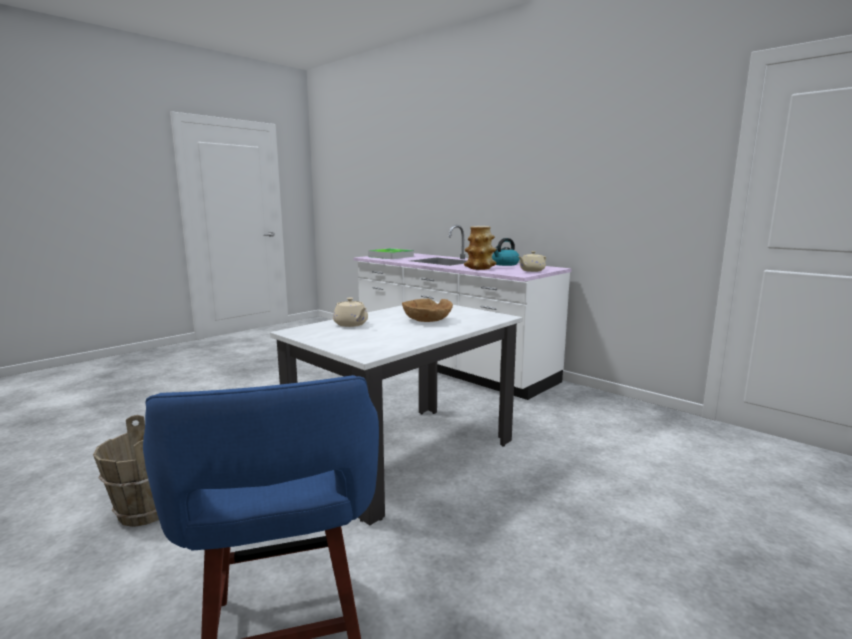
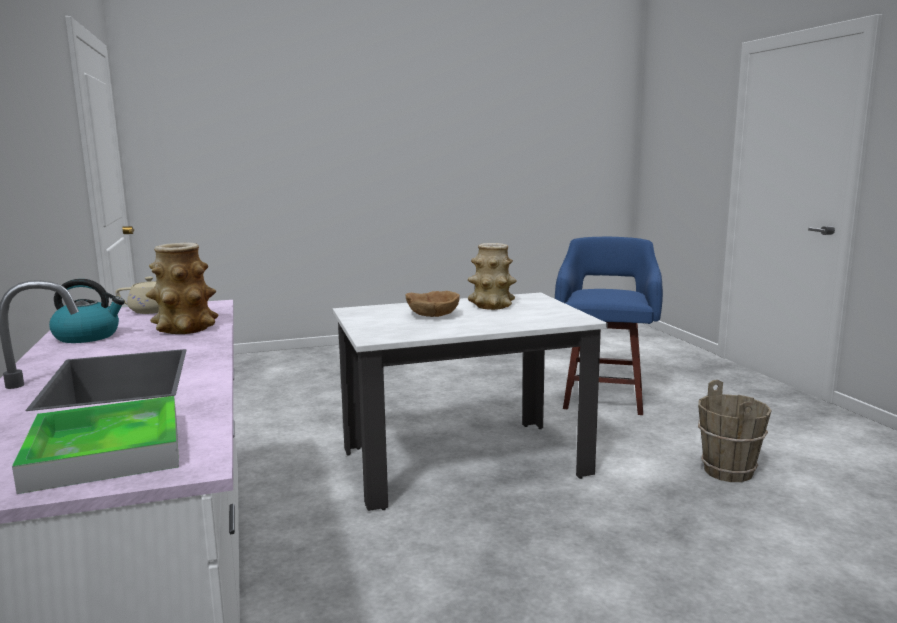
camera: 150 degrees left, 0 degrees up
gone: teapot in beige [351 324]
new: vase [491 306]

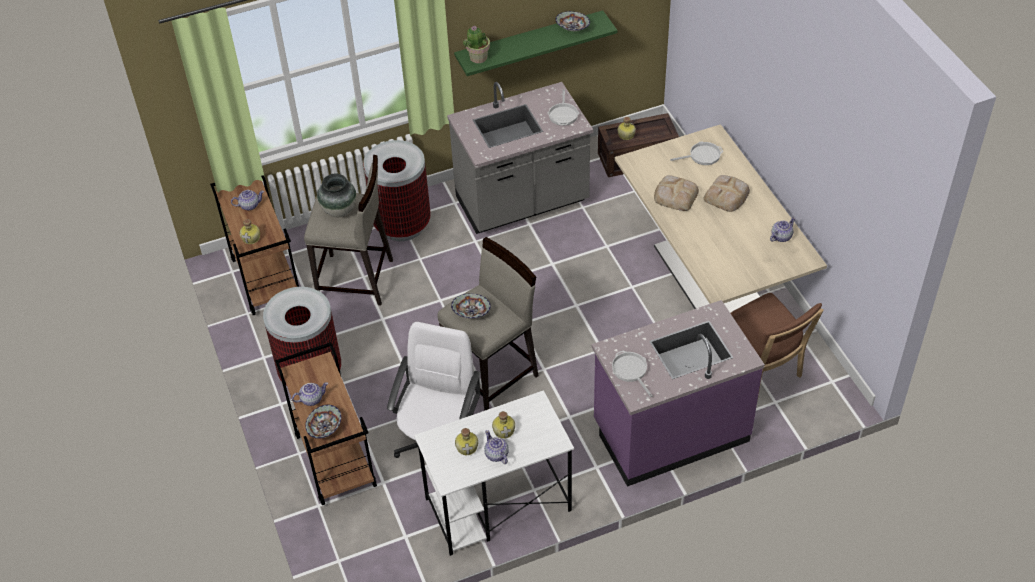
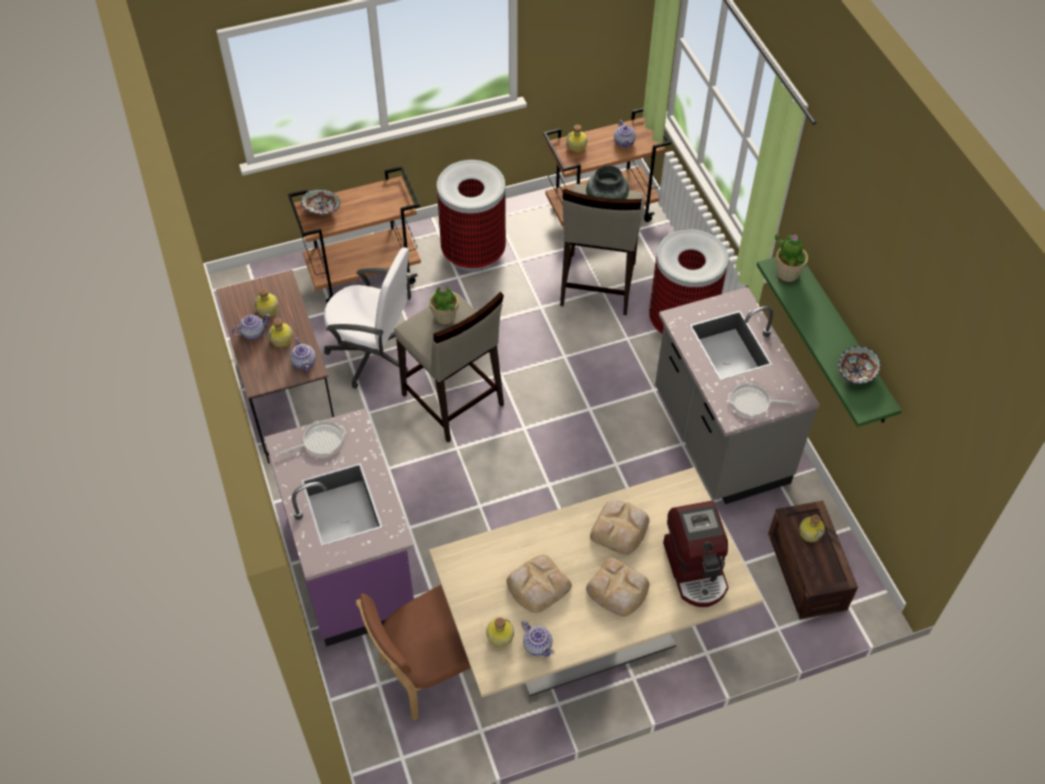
camera: 90 degrees right, 5 degrees up
new: bread [537 585]; bottle [499 637]
shifted: teapot [312 399] to [305 362]
swapped: frying pan [702 156] to coffee machine [696 569]; bowl [471 313] to potted plant [445 316]
repainted: desk in white [497 505] to desk in brown [287 400]

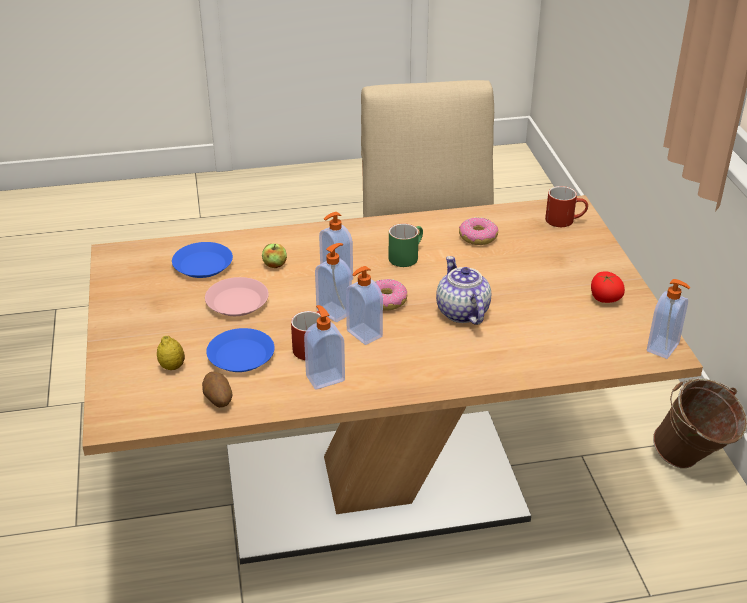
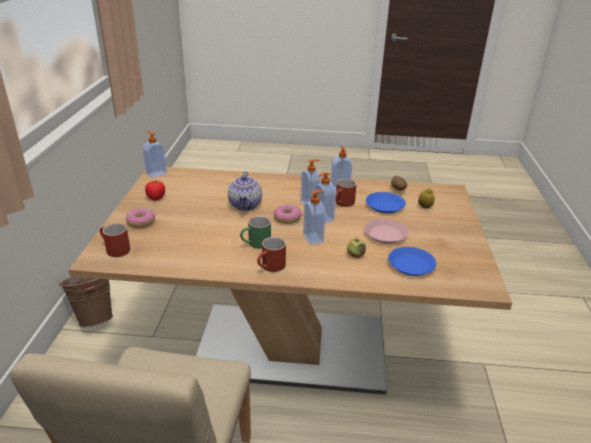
camera: 165 degrees left, 5 degrees down
new: mug in red [271 267]
shifted: donut [477 237] to [141 222]

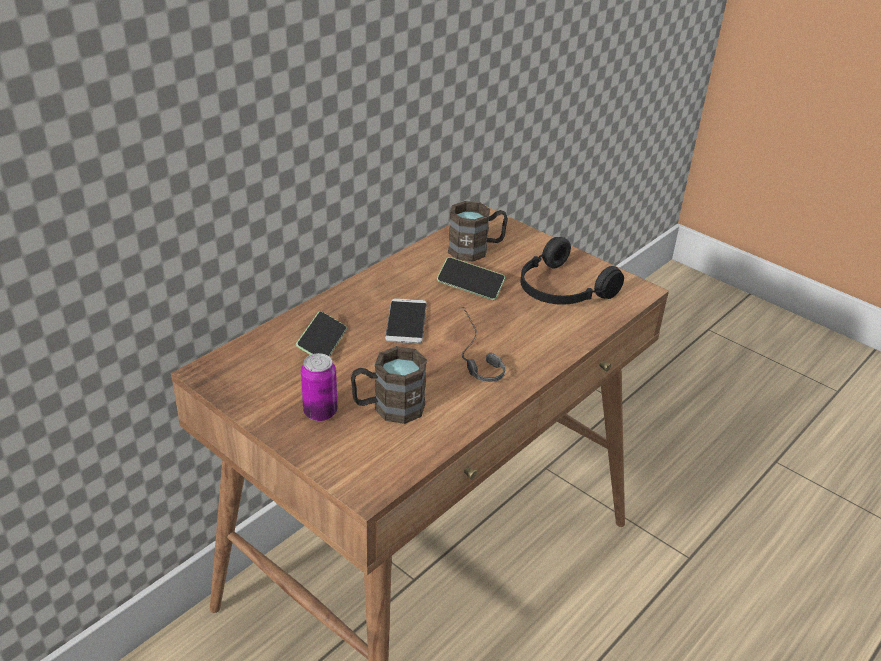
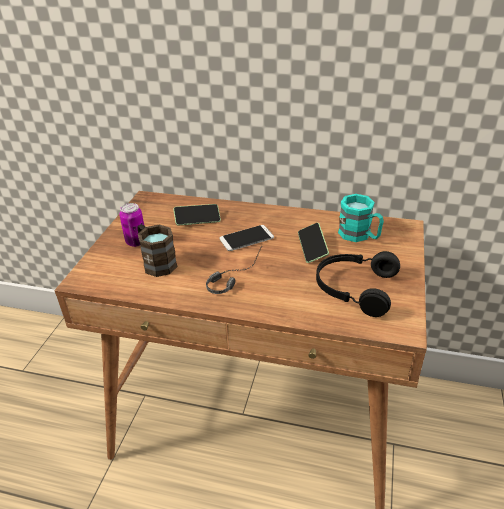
camera: 65 degrees right, 0 degrees up
repainted: mug in brown [476 249] to mug in turquoise [360 235]

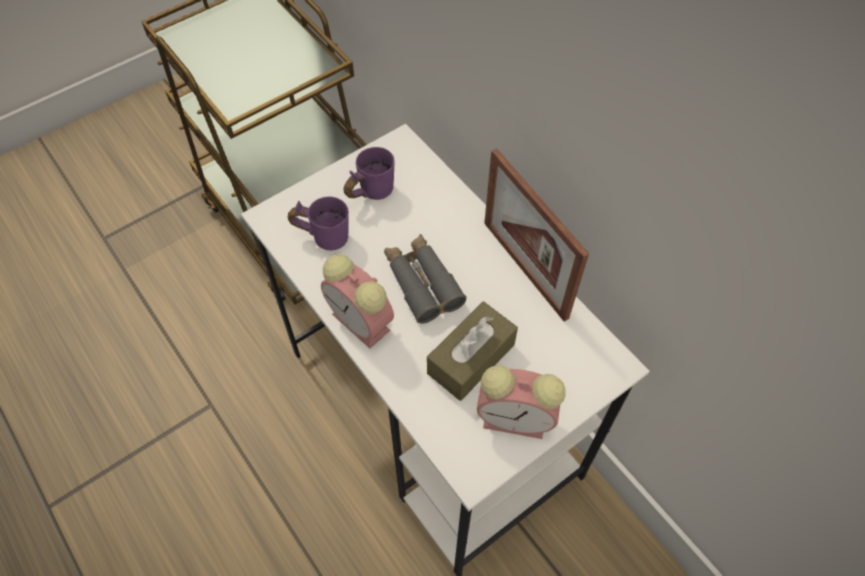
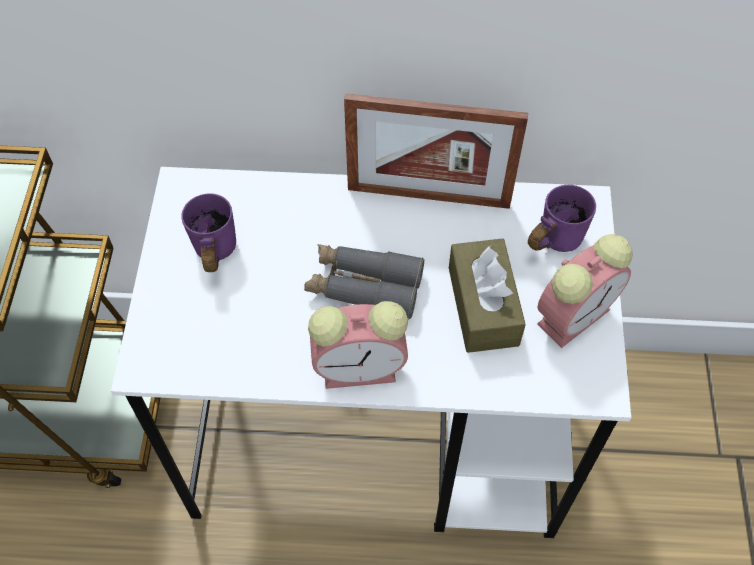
camera: 50 degrees left, 0 degrees up
shifted: mug in purple [324 234] to [550 239]

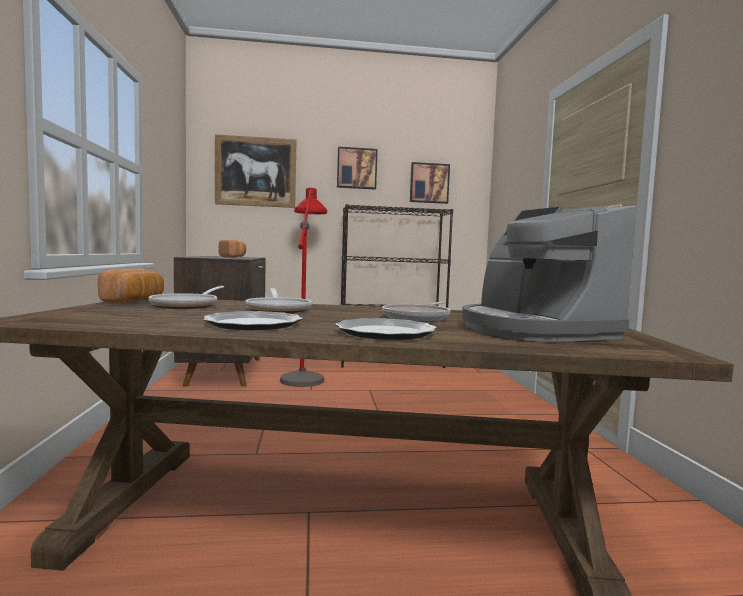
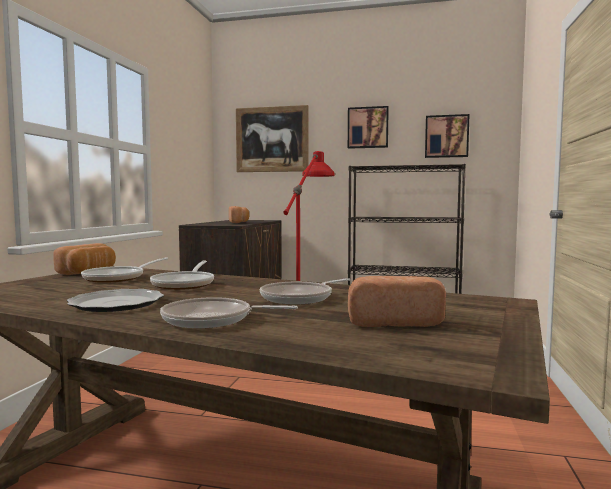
camera: 20 degrees right, 0 degrees up
swapped: coffee machine [533 330] to bread [392 322]; plate [386 333] to frying pan [212 320]

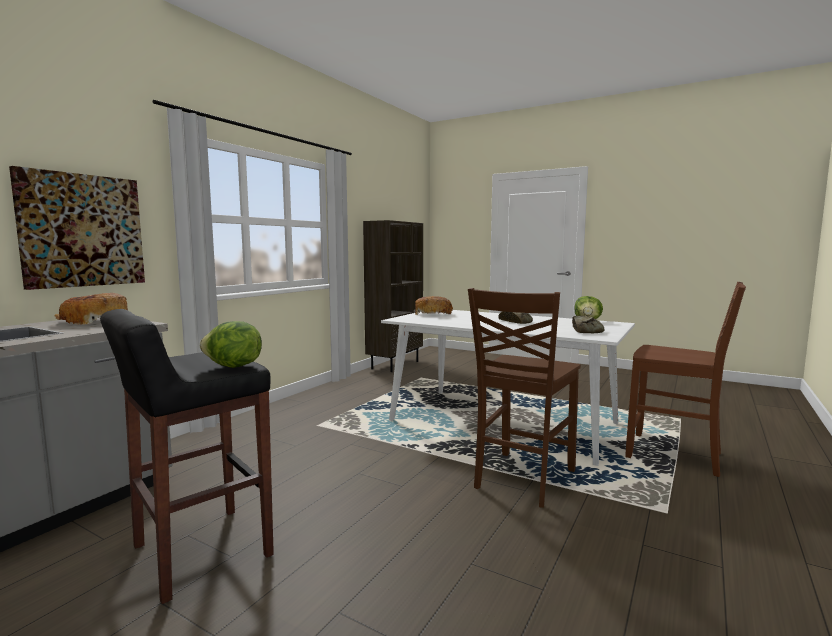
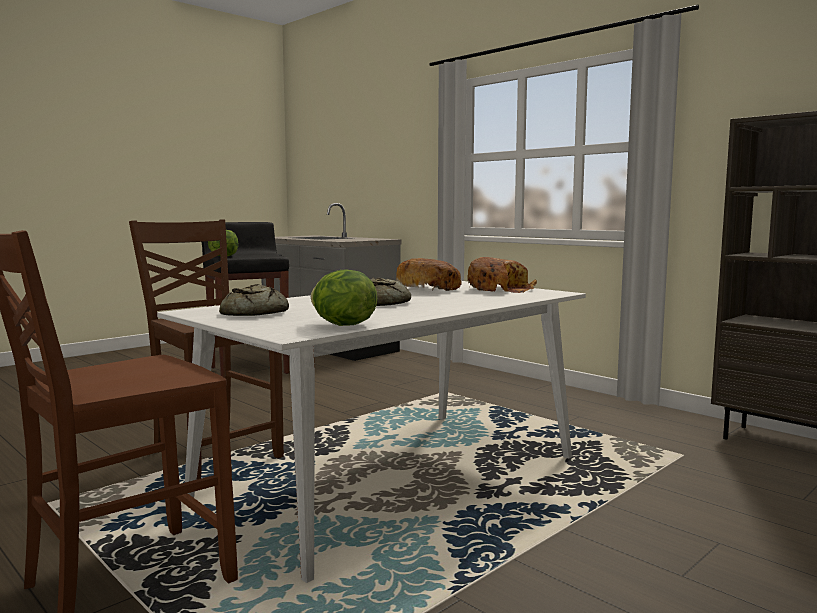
camera: 105 degrees right, 0 degrees up
gone: picture [82 230]
shifted: bread [94 321] to [427 289]

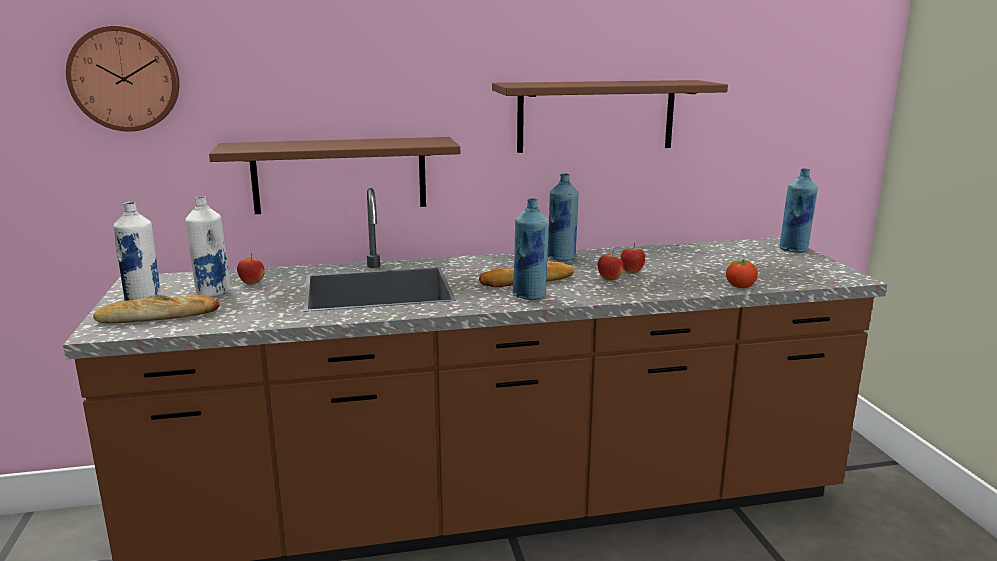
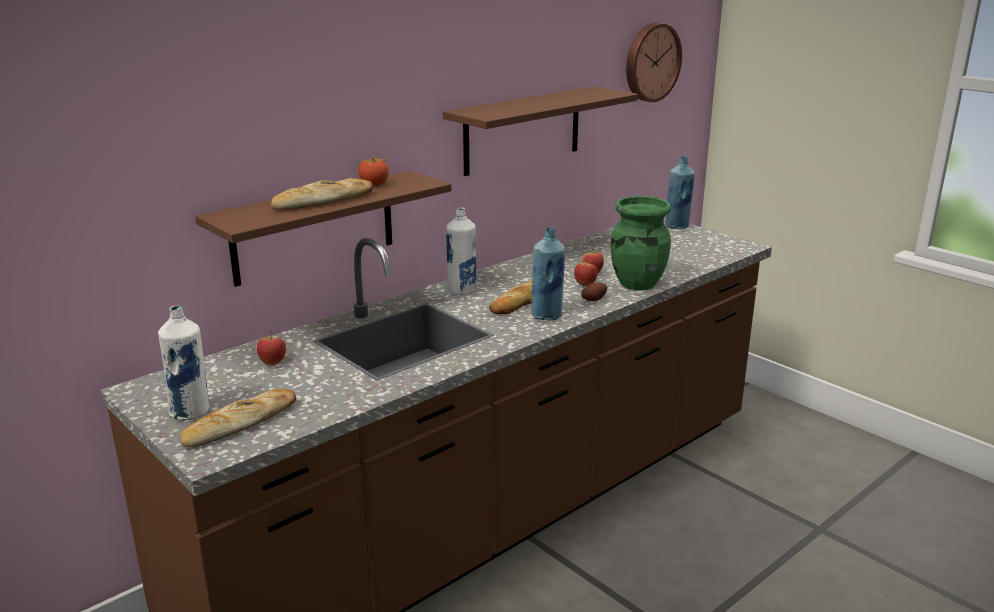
camera: 30 degrees left, 5 degrees up
gone: bottle in blue [561 258]
new: bread [323 201]; vase in green [636 284]; potato [593 299]
shifted: wall clock [125 78] to [650 62]; bottle in white [212 293] to [462 290]; tomato [740 286] to [374 184]

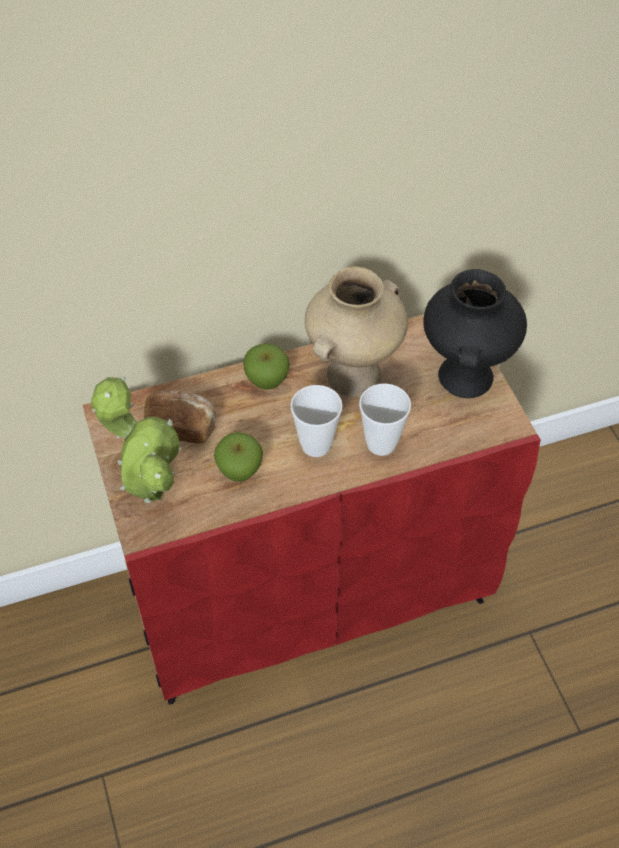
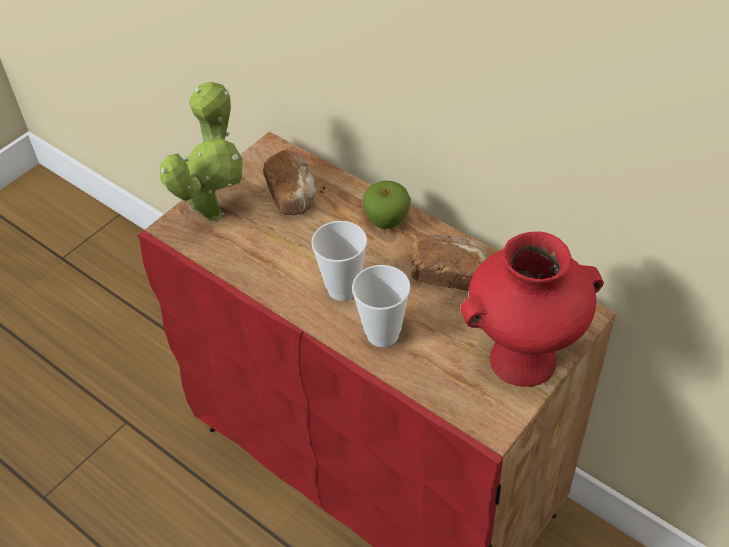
camera: 60 degrees right, 5 degrees down
gone: apple [240 471]
swapped: vase in beige [353 373] to bread [447 274]
repainted: vase in black [464 375] to vase in red [523 358]

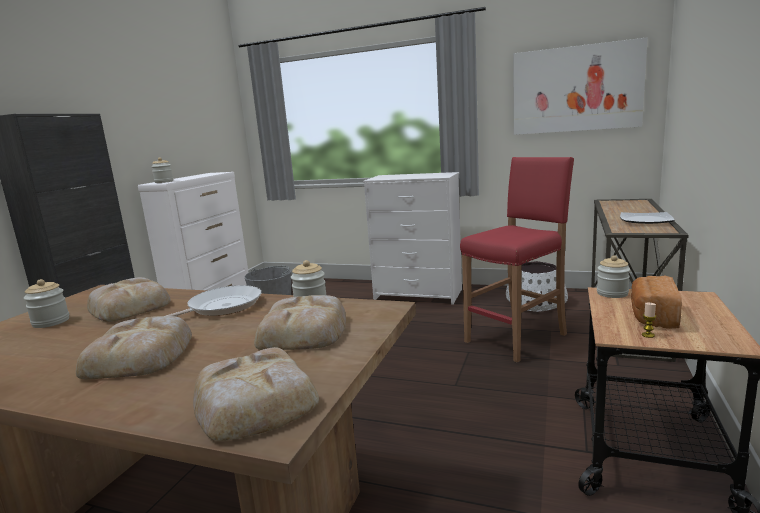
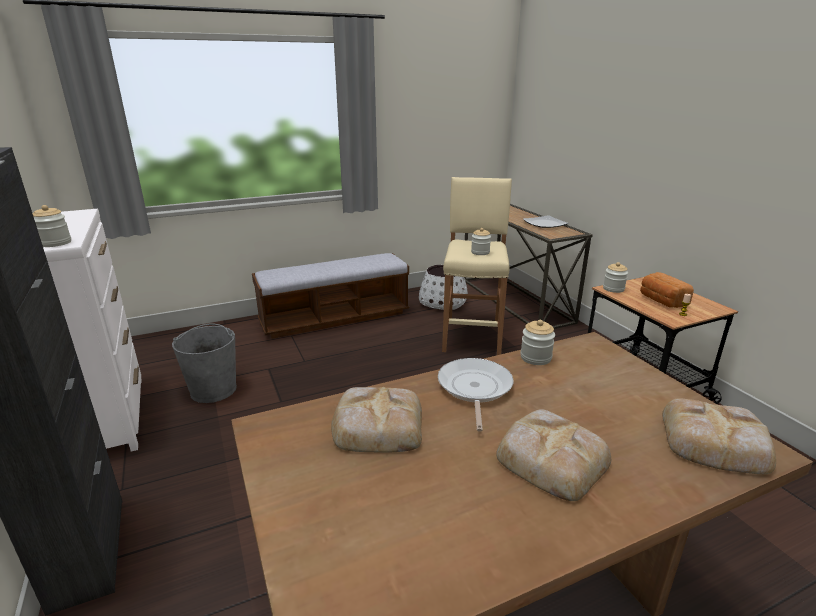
camera: 45 degrees left, 10 degrees up
gone: picture [576 89]; bread [304 331]
shifted: jar [51 322] to [480 252]
swapped: dresser in white [419 294] to bench [335 318]
repainted: stool in red [517 338] to stool in beige [472 336]

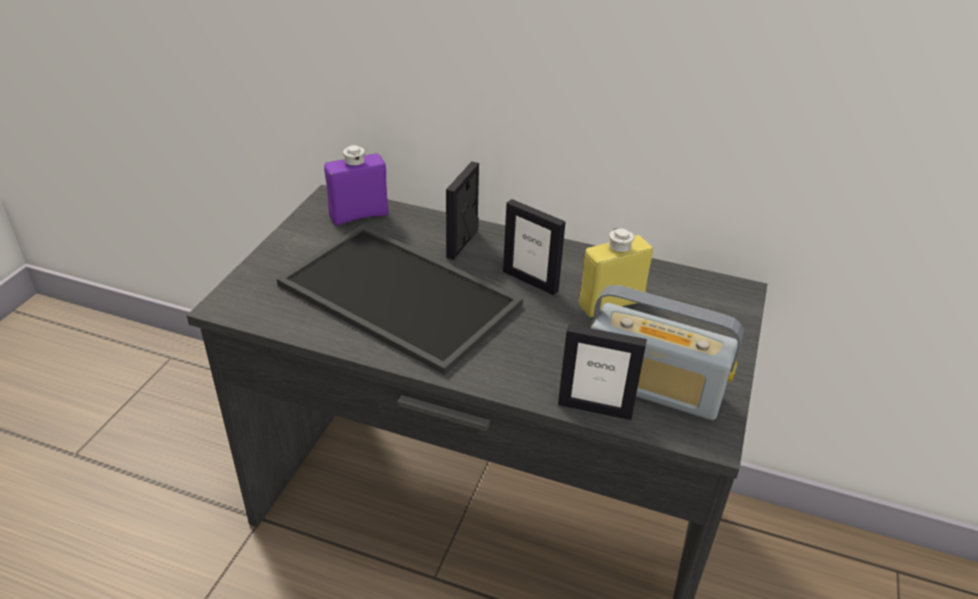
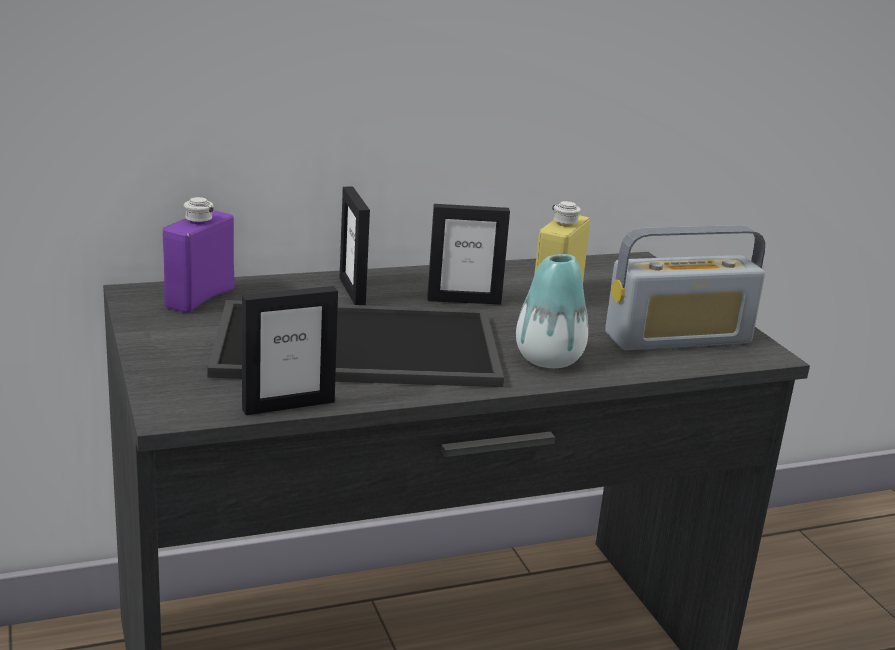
camera: 40 degrees left, 15 degrees down
new: vase [548 359]
shifted: picture frame [595 408] to [288 405]

